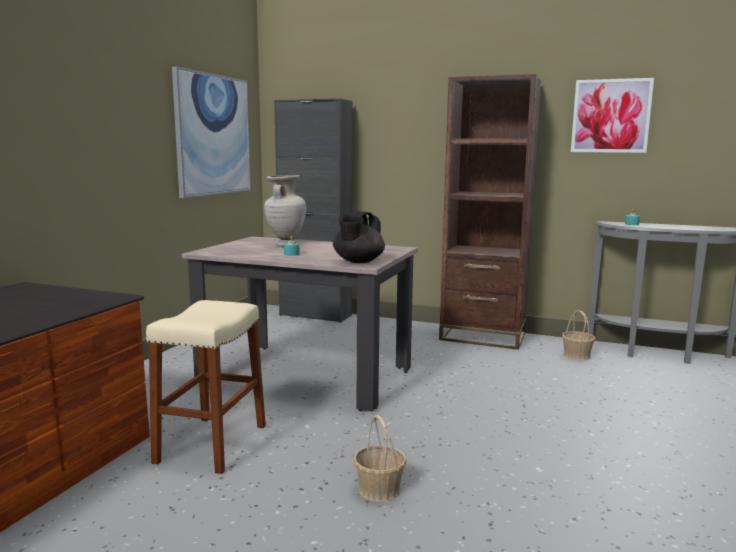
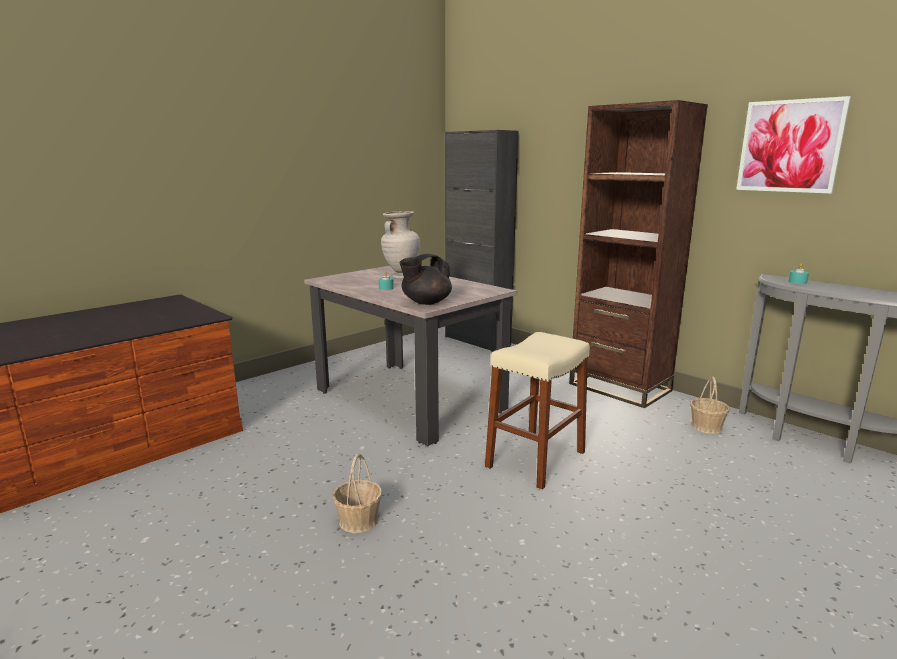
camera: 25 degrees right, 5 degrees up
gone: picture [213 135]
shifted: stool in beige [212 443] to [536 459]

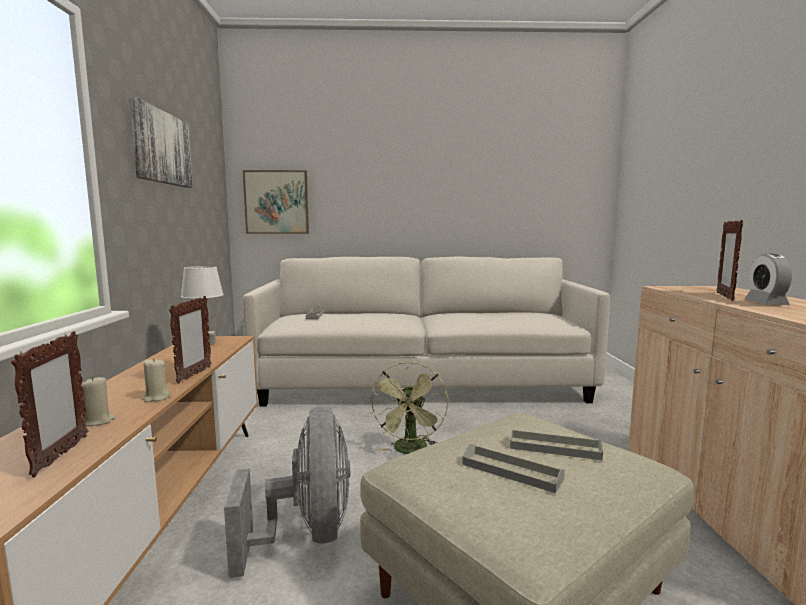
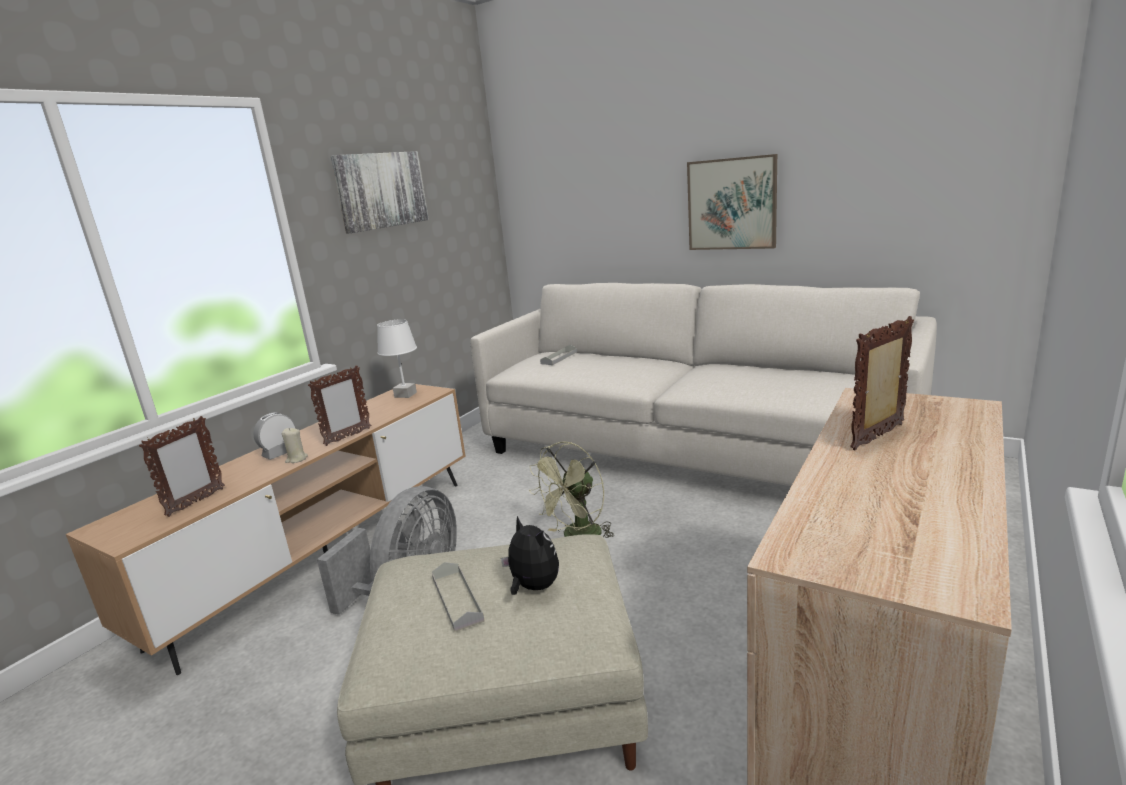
camera: 35 degrees right, 10 degrees up
gone: candle in beige [98 421]
shifted: picture [276 202] to [732 204]; alarm clock [765 303] to [280 453]
swapped: tray in grey [554 448] to plush toy [533 587]

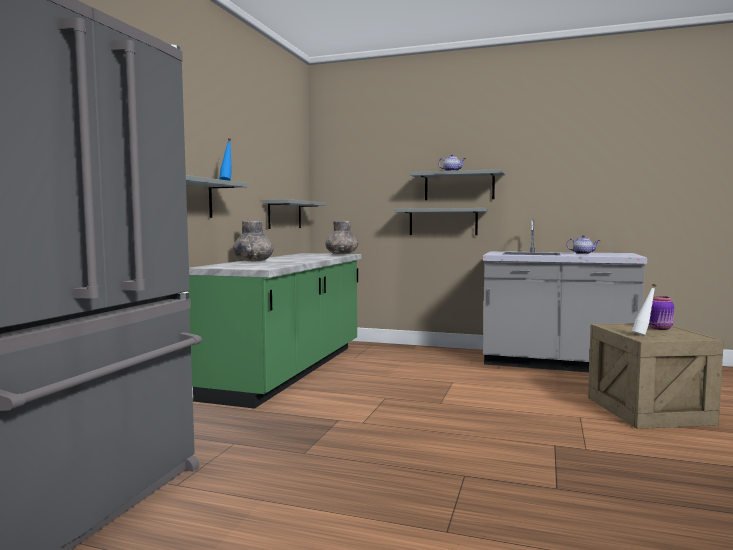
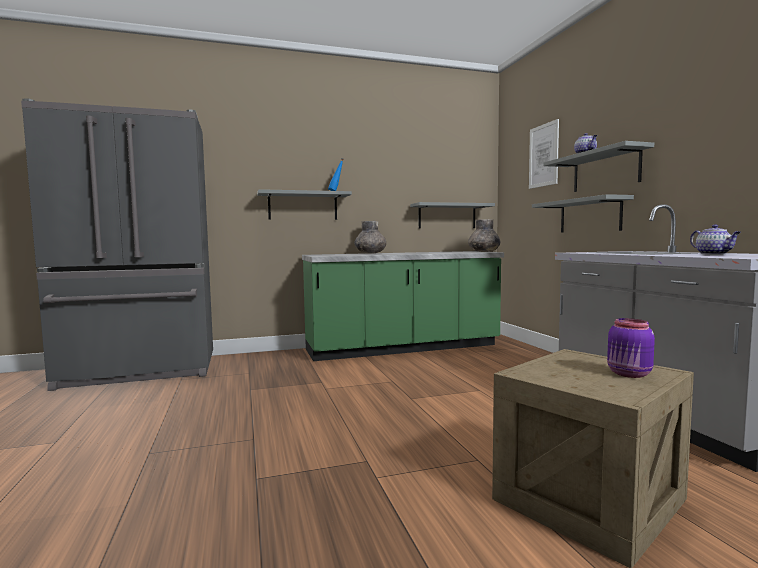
camera: 55 degrees right, 0 degrees up
gone: bottle in white [643 334]
new: picture [543 155]

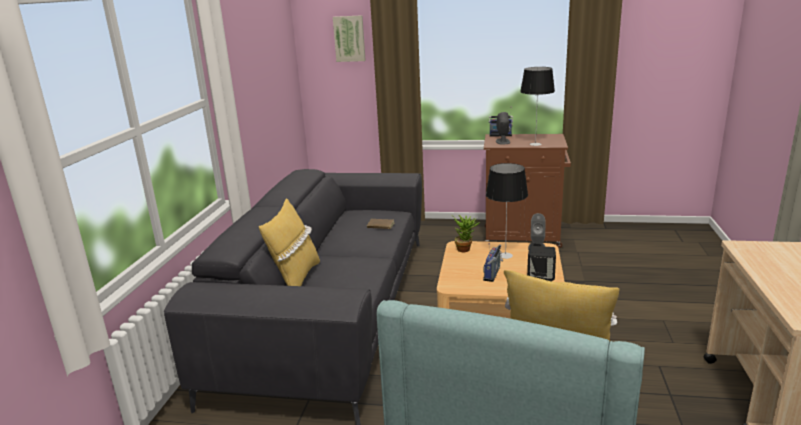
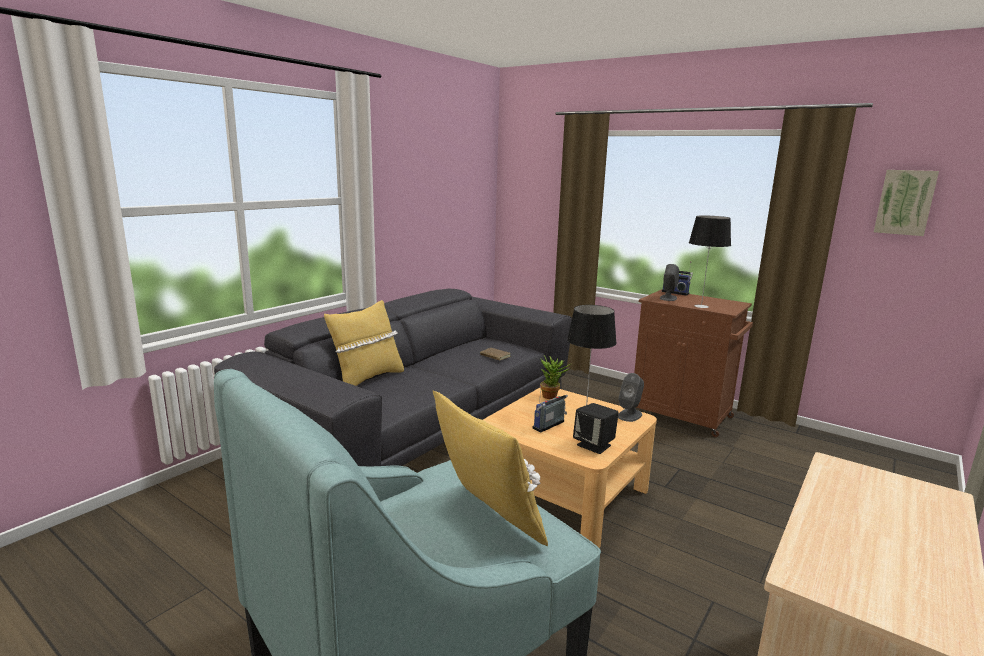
camera: 25 degrees right, 5 degrees down
shifted: picture [349 38] to [905 202]

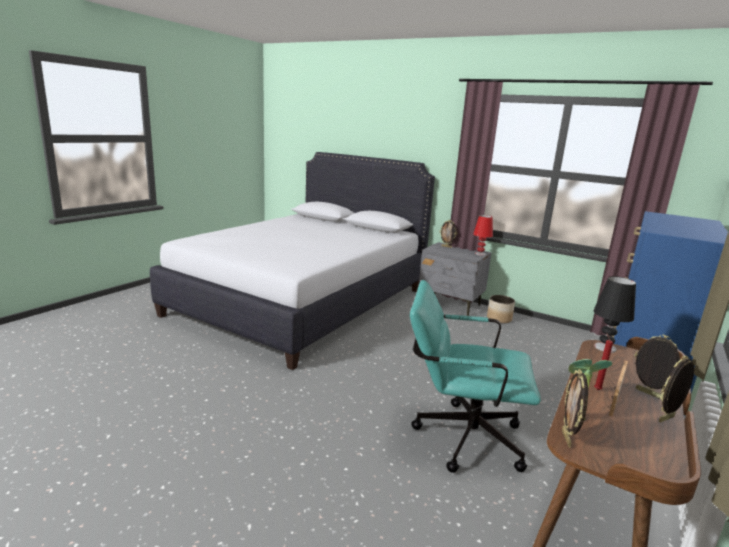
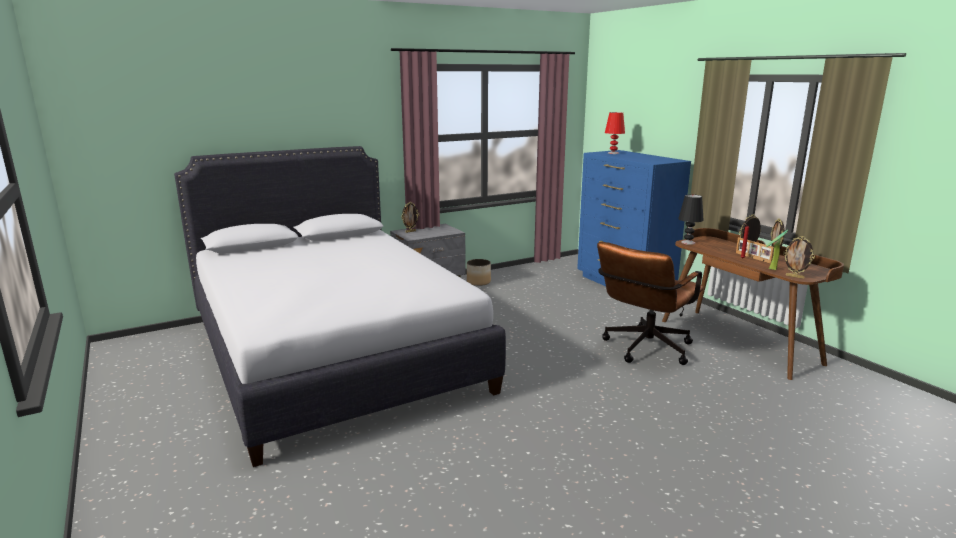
camera: 60 degrees left, 0 degrees up
shifted: table lamp in red [480 254] to [613 153]
repainted: office chair in turquoise [459 436] to office chair in brown [643 350]

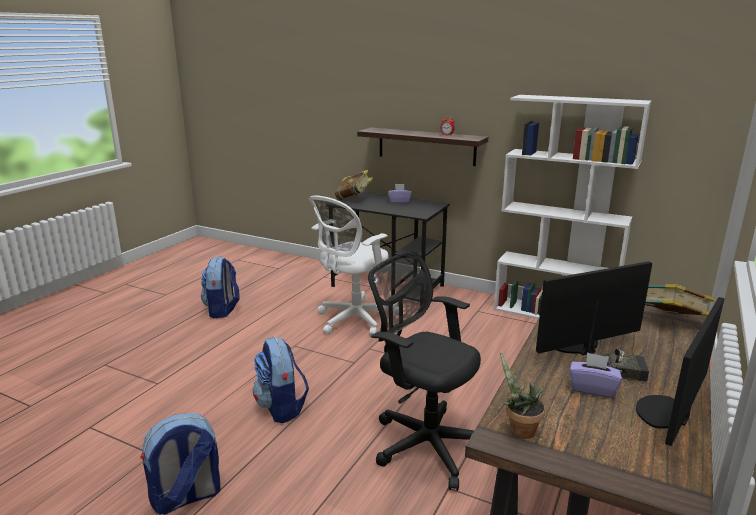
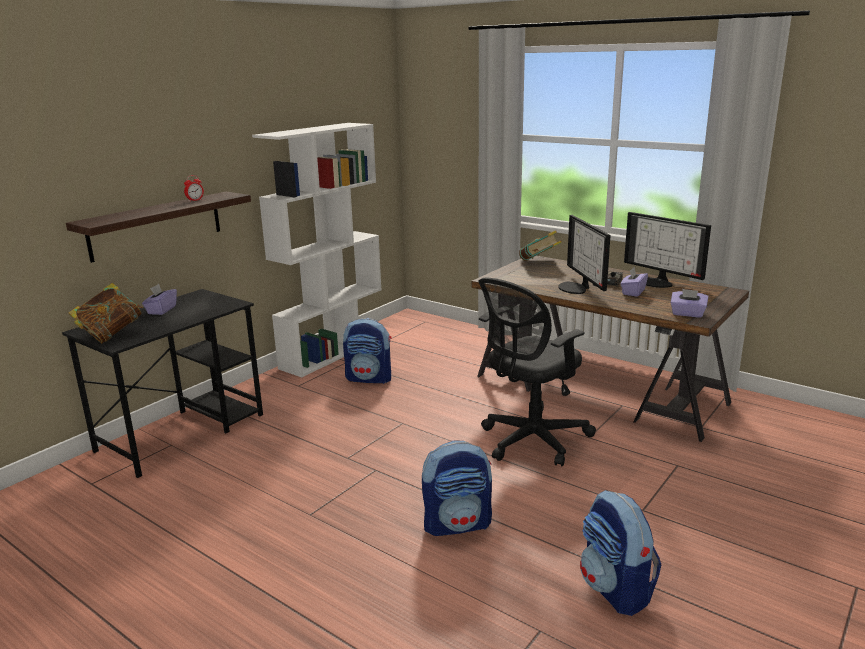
camera: 80 degrees left, 0 degrees up
gone: office chair in white [353 320]
shifted: backpack [222 310] to [369 378]
swapped: potted plant [519 430] to tissue box in purple [687 314]

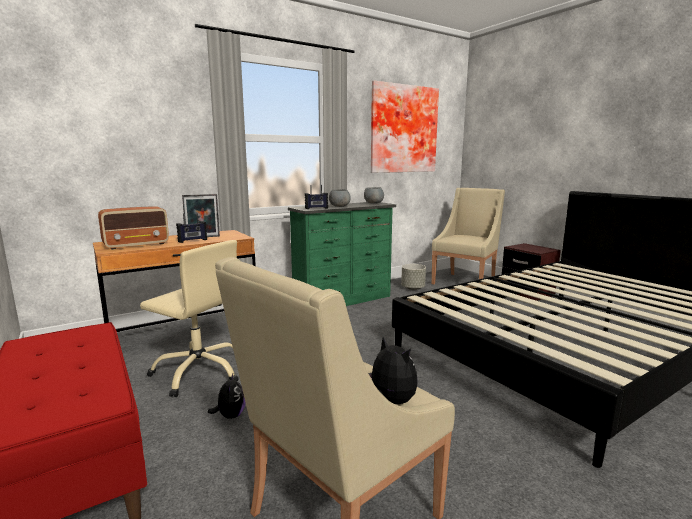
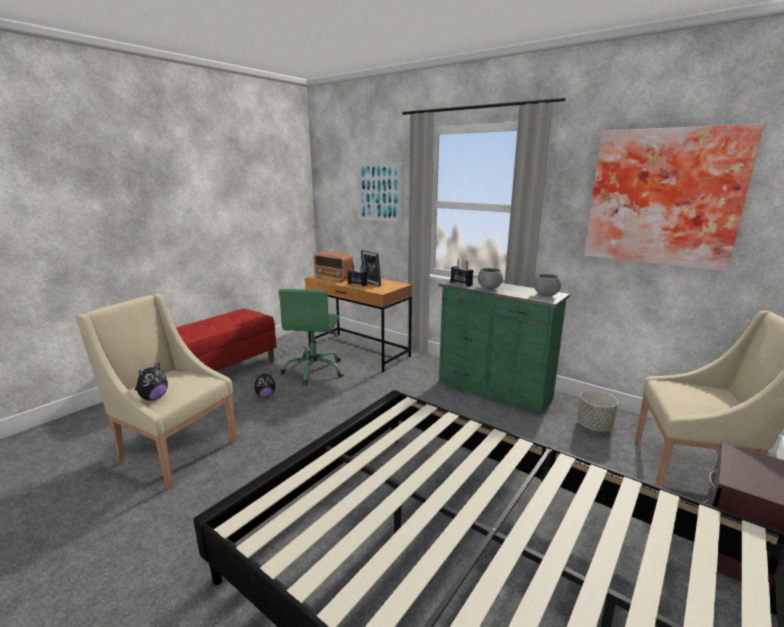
camera: 70 degrees right, 5 degrees up
new: picture [378 192]
repainted: office chair in beige [199 371] to office chair in green [314 370]

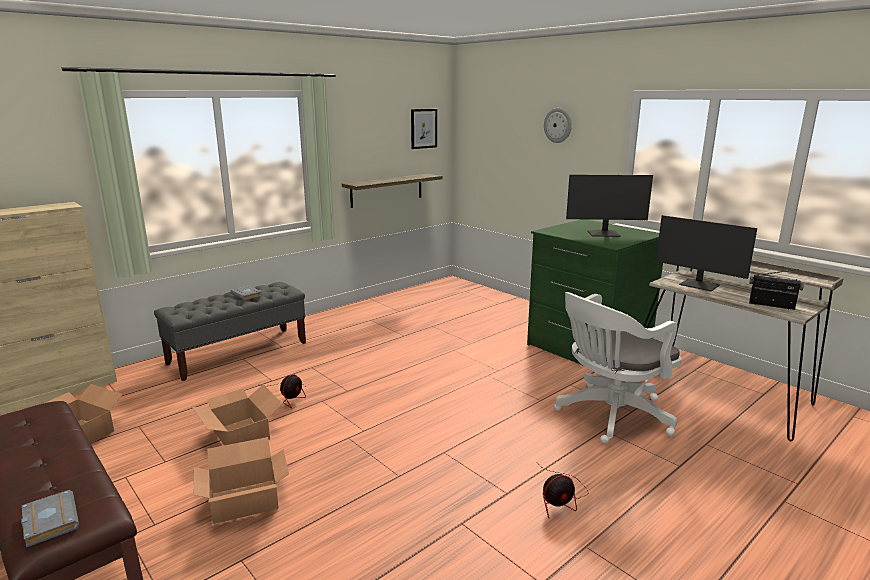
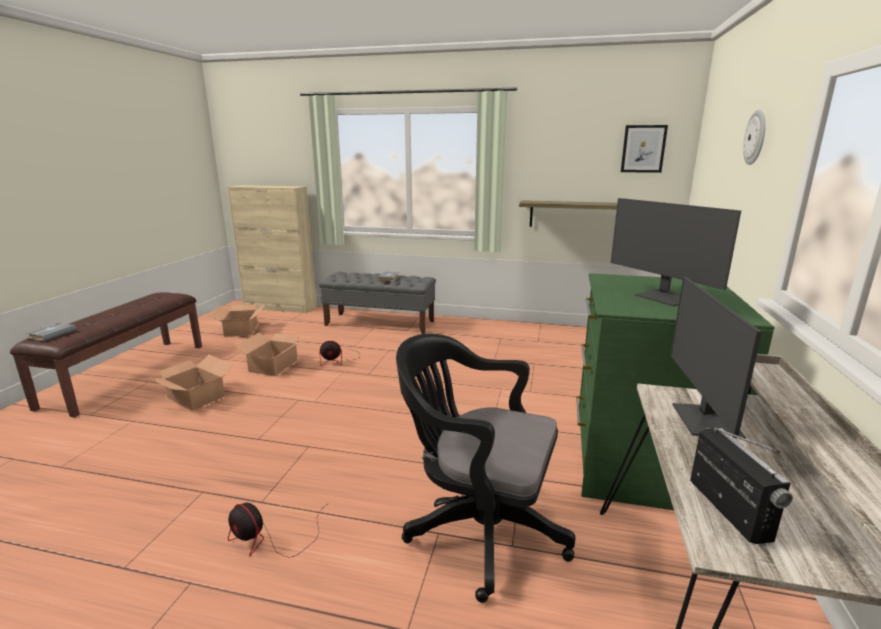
camera: 55 degrees right, 0 degrees up
repainted: office chair in white [609 416] to office chair in black [478 529]

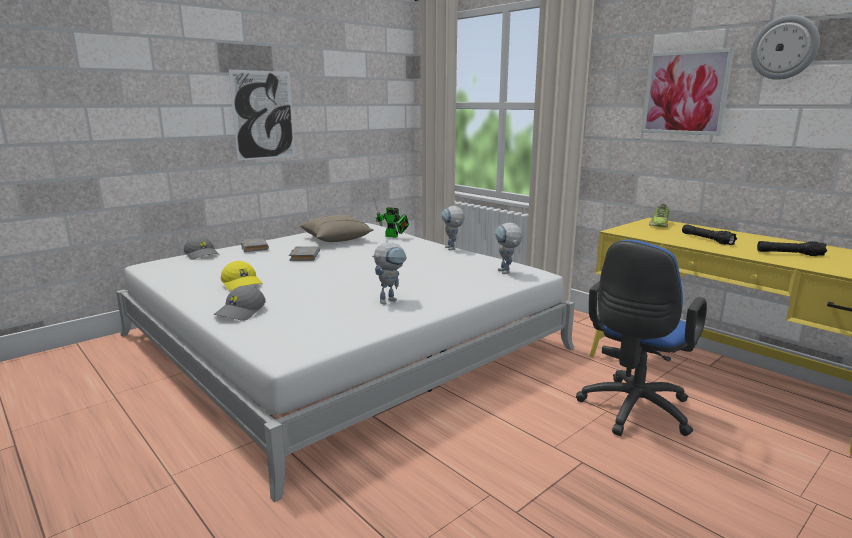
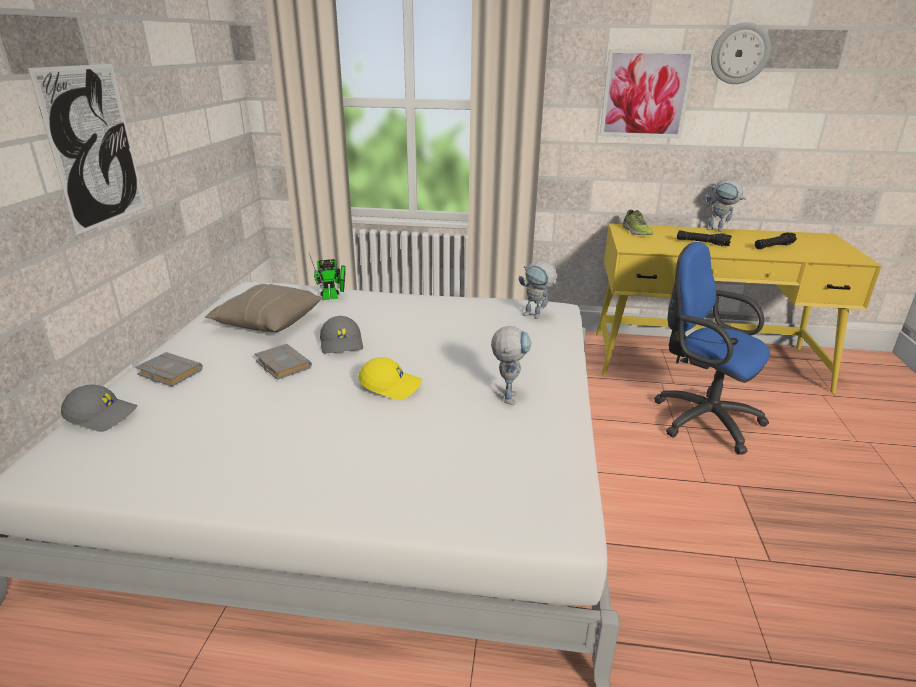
camera: 40 degrees left, 10 degrees up
shifted: toy robot [452 249] to [719 230]; cap in yellow [242 283] to [391 386]; cap in grey [241 312] to [342 344]
rotated: office chair in blue [632 411] = [700 418] 135 degrees clockwise

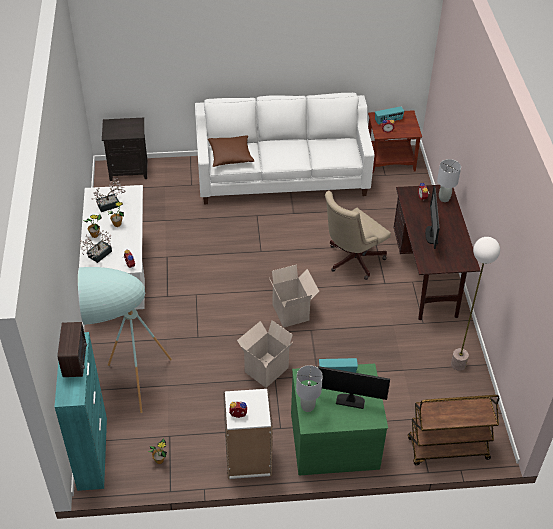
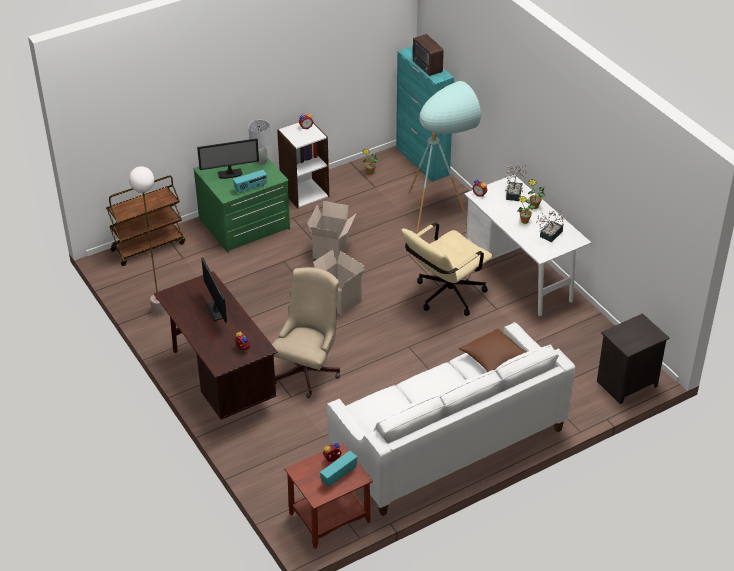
camera: 155 degrees right, 5 degrees down
gone: table lamp in grey [444 198]
new: office chair in beige [445 297]

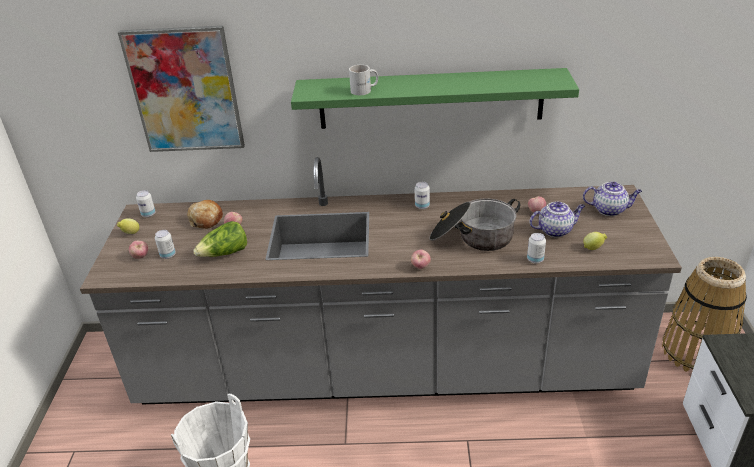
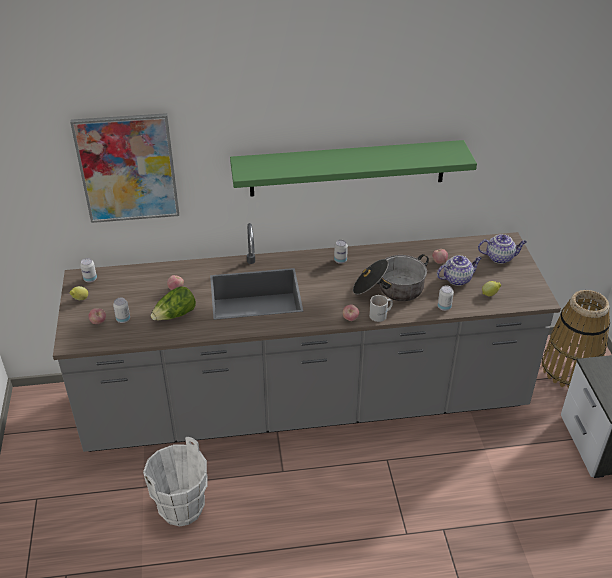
camera: 10 degrees left, 5 degrees up
gone: bread [206 220]
shifted: mug in white [365 90] to [381 315]

